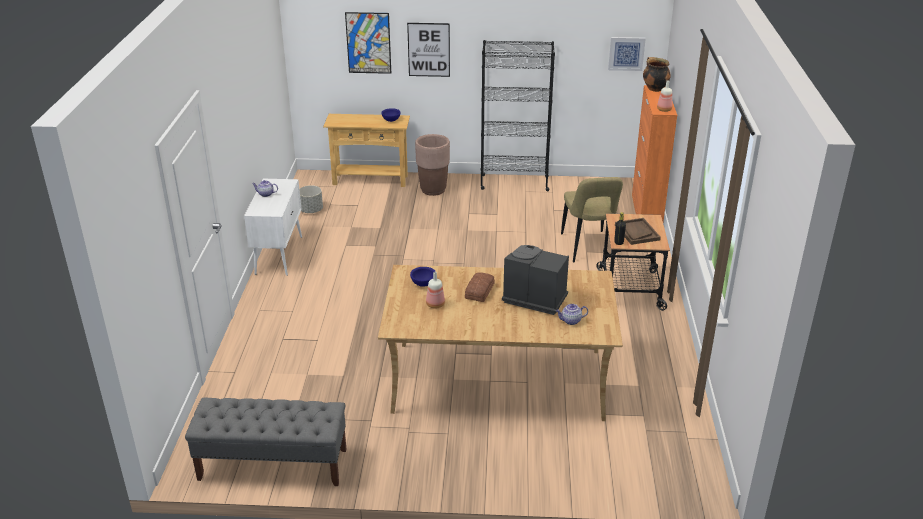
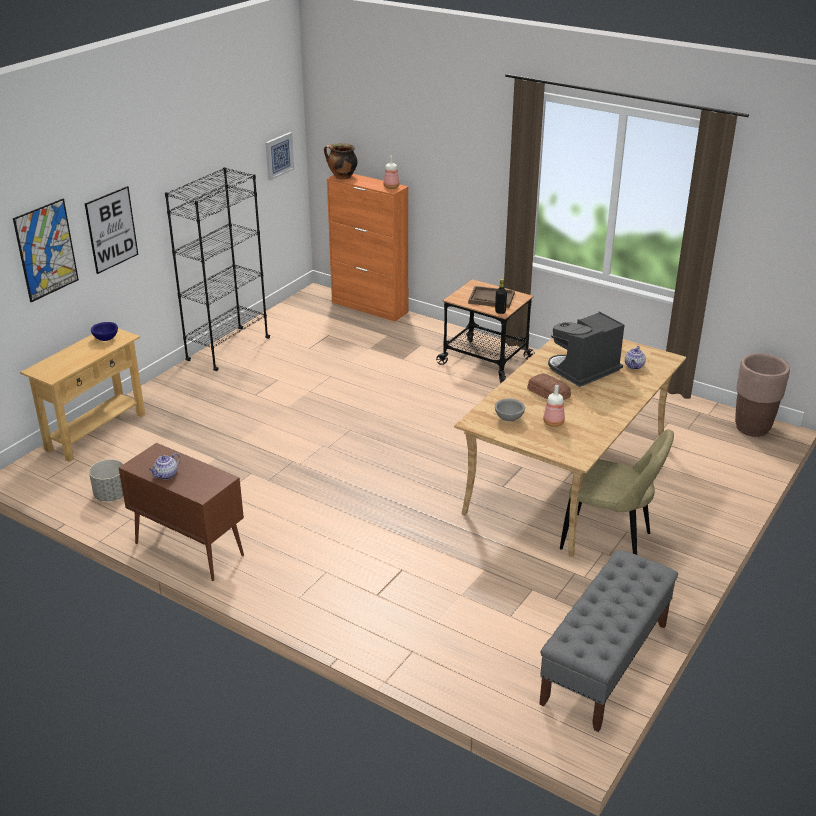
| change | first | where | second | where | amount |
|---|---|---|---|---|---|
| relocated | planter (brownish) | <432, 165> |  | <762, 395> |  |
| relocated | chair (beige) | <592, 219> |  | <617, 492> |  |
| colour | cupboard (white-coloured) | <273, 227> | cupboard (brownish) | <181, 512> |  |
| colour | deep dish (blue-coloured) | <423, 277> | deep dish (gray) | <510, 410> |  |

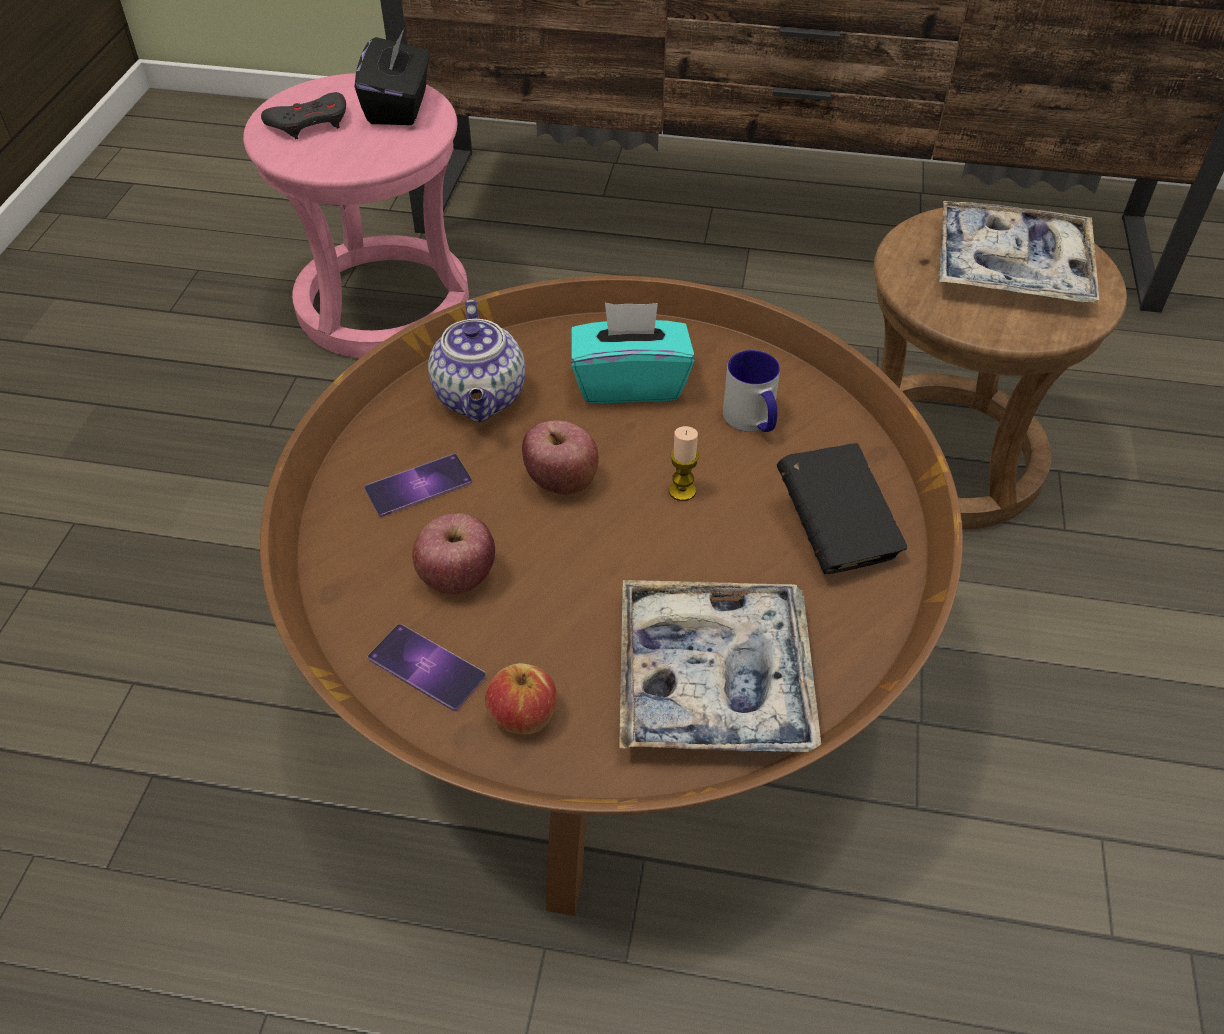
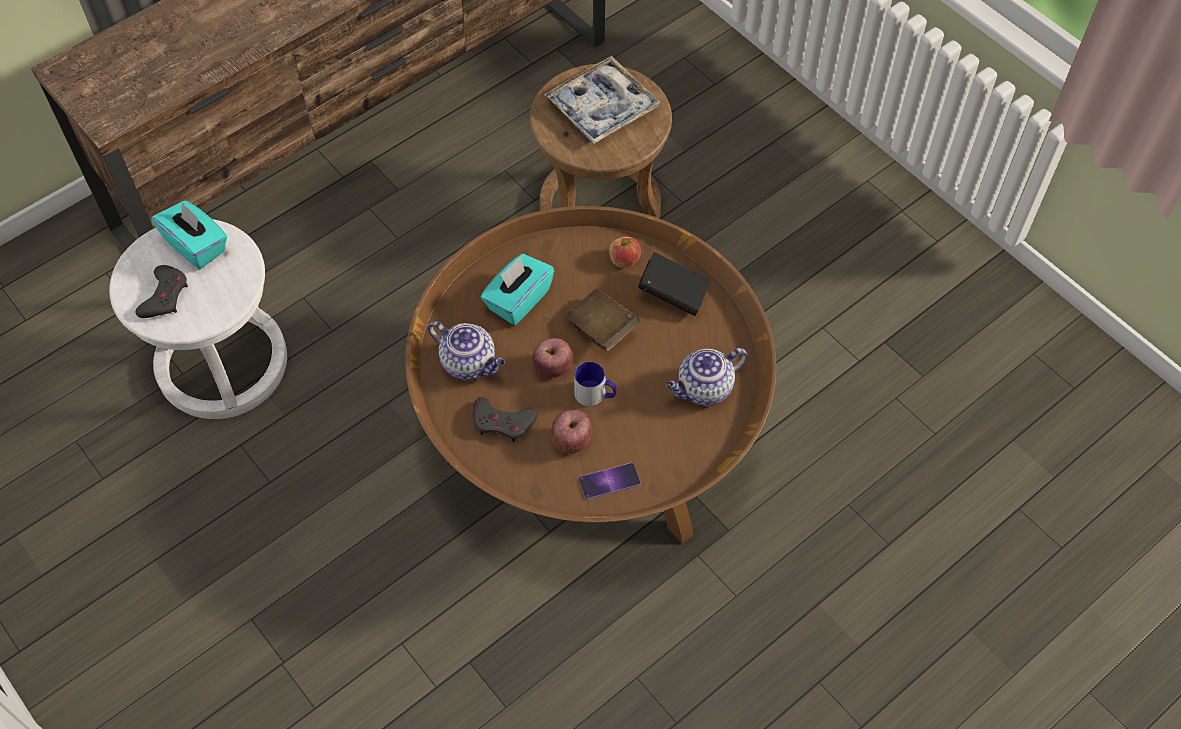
| change | first | where | second | where | amount |
|---|---|---|---|---|---|
| relocated | apple fruit | <521, 698> |  | <625, 252> |  |
| relocated | coffee mug | <751, 391> |  | <595, 384> |  |
| exchanged | telephone | <418, 485> | game controller (gray) | <505, 419> |  |
| exchanged | carrying tray | <720, 666> | teapot | <707, 377> |  |
| exchanged | wax candle | <684, 463> | bound book (brownish) | <602, 320> |  |
| colour | stool seat (pinkish) | <356, 215> | stool seat (white-coloured) | <198, 319> |  |
| colour | tissue holder (black-coloured) | <392, 77> | tissue holder (blue-green) | <189, 234> |  |

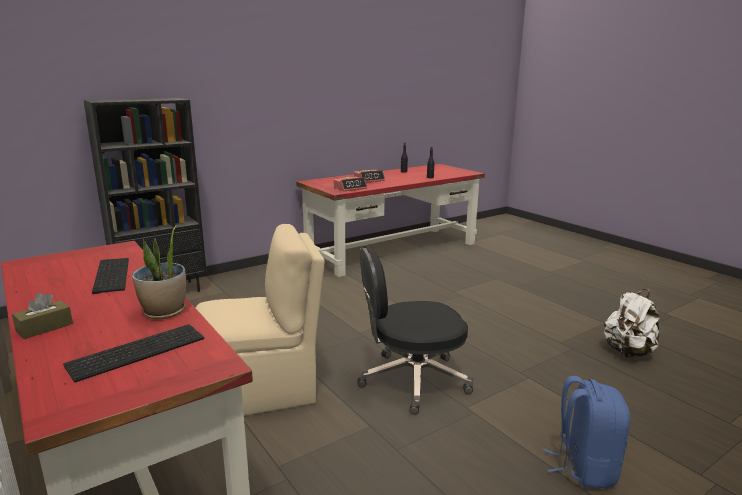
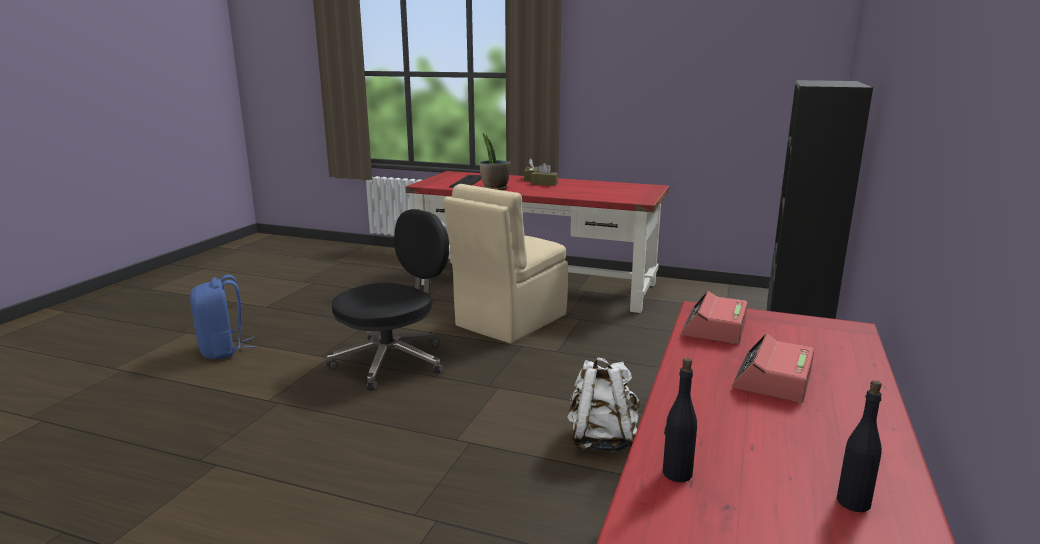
| change | first | where | second | where | amount |
|---|---|---|---|---|---|
| missing | keyboard | <110, 276> |  |  |  |
| appeared |  |  | tissue holder (brownish) | <544, 174> |  |
| relocated | rucksack (white-coloured) | <631, 323> |  | <603, 404> |  |

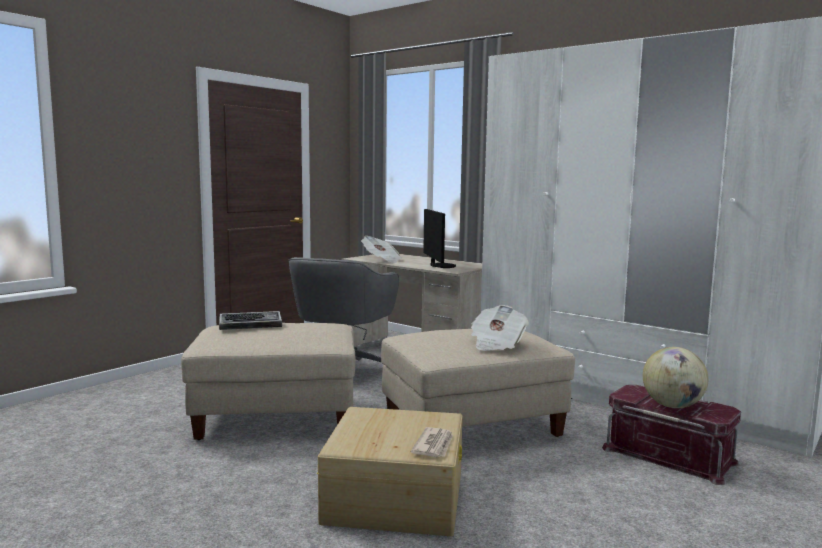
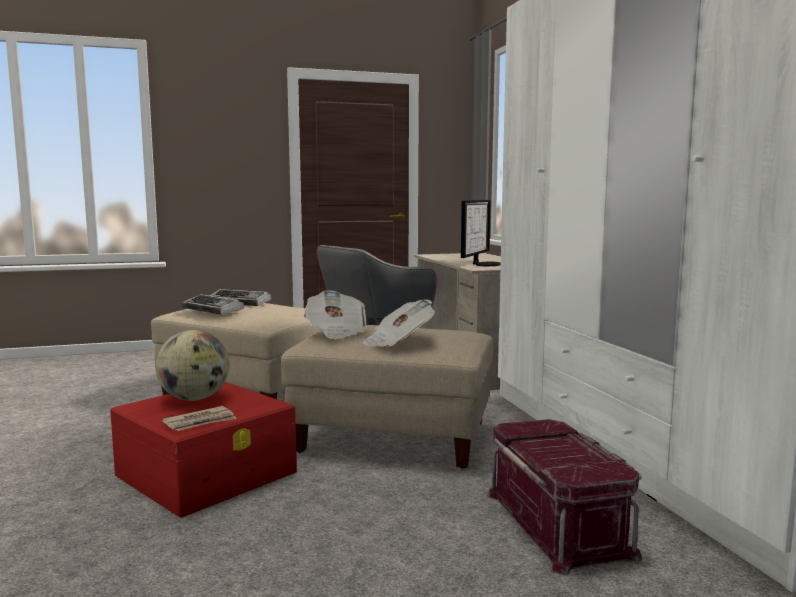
| change | first | where | second | where | amount |
|---|---|---|---|---|---|
| appeared |  |  | keyboard | <213, 304> |  |
| relocated | daily paper | <381, 249> |  | <335, 315> |  |
| relocated | globe | <675, 377> |  | <192, 365> |  |
| colour | storage container (beige) | <390, 471> | storage container (red) | <203, 449> |  |

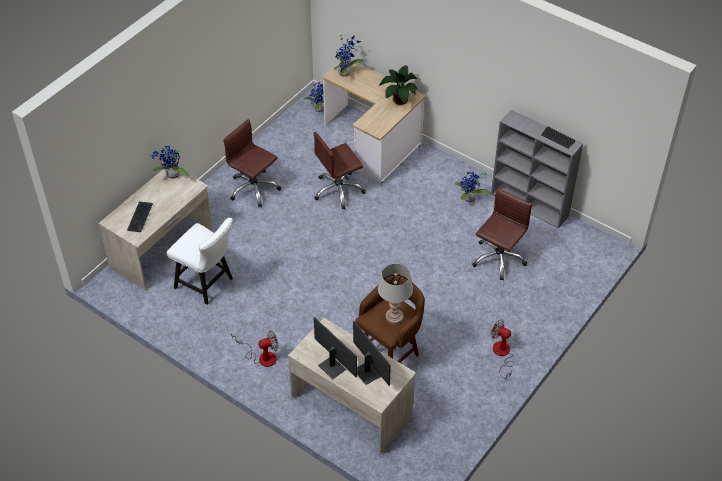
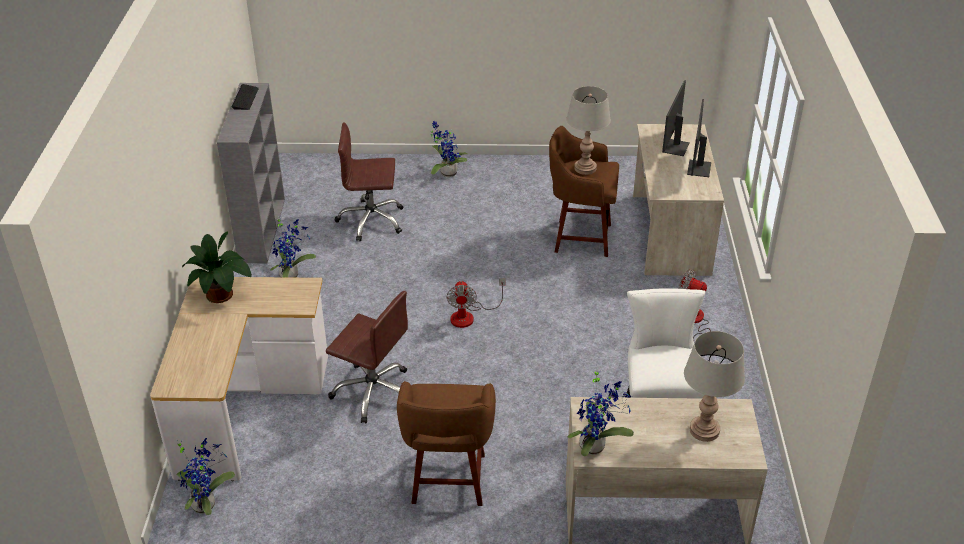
| change | first | where | second | where | amount |
|---|---|---|---|---|---|
| relocated | houseplant | <349, 55> |  | <449, 149> |  |
| relocated | cooling fan | <502, 349> |  | <475, 303> |  |
| exchanged | keyboard | <140, 216> | tabletop lamp (gray) | <714, 386> |  |
| exchanged | office chair (brownish) | <252, 163> | stool seat (brownish) | <446, 443> |  |

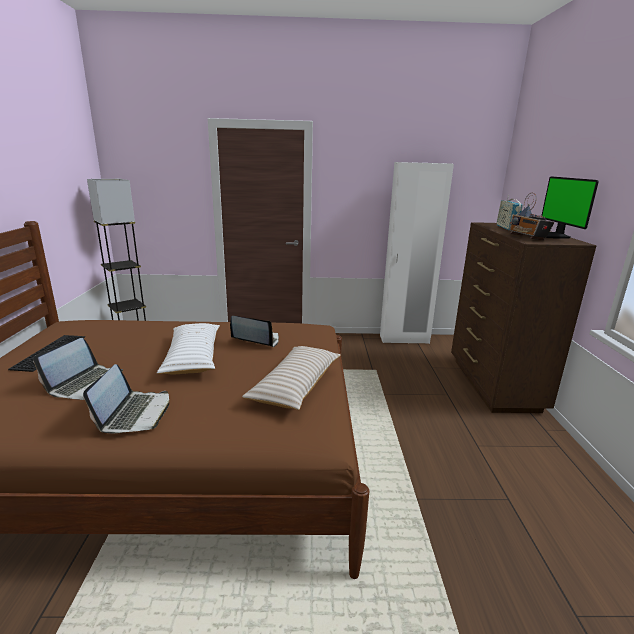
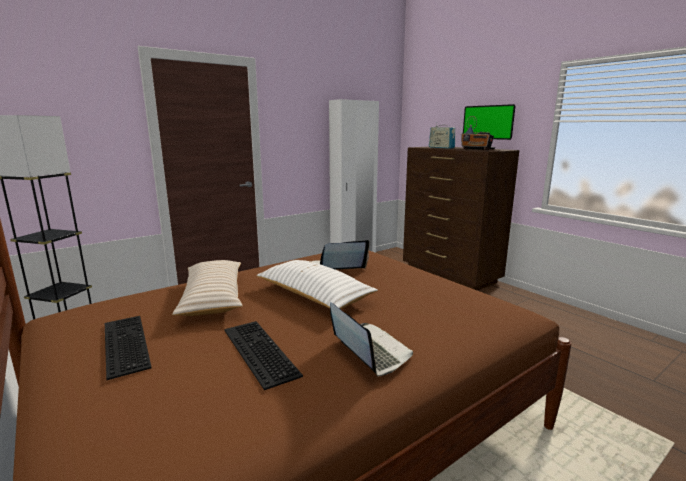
| change | first | where | second | where | amount |
|---|---|---|---|---|---|
| relocated | cushion (beige) | <291, 378> |  | <207, 288> |  |
| exchanged | notebook computer | <78, 369> | keyboard | <263, 355> |  |

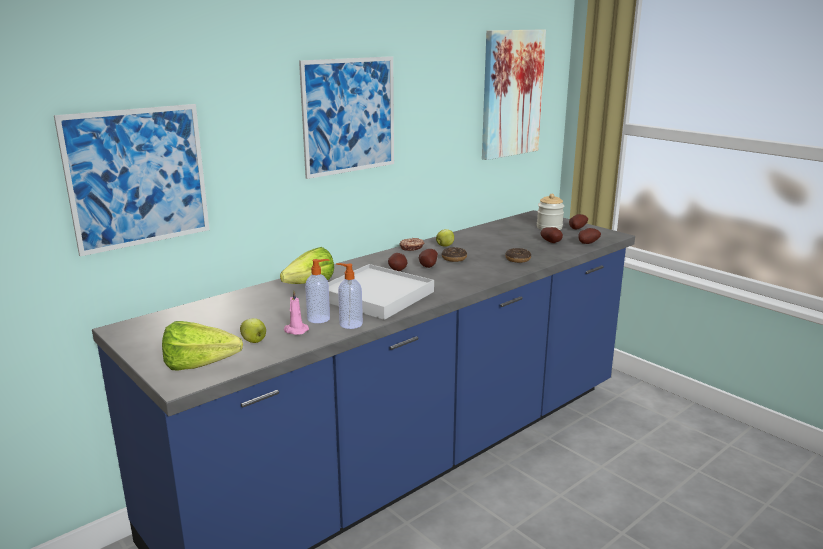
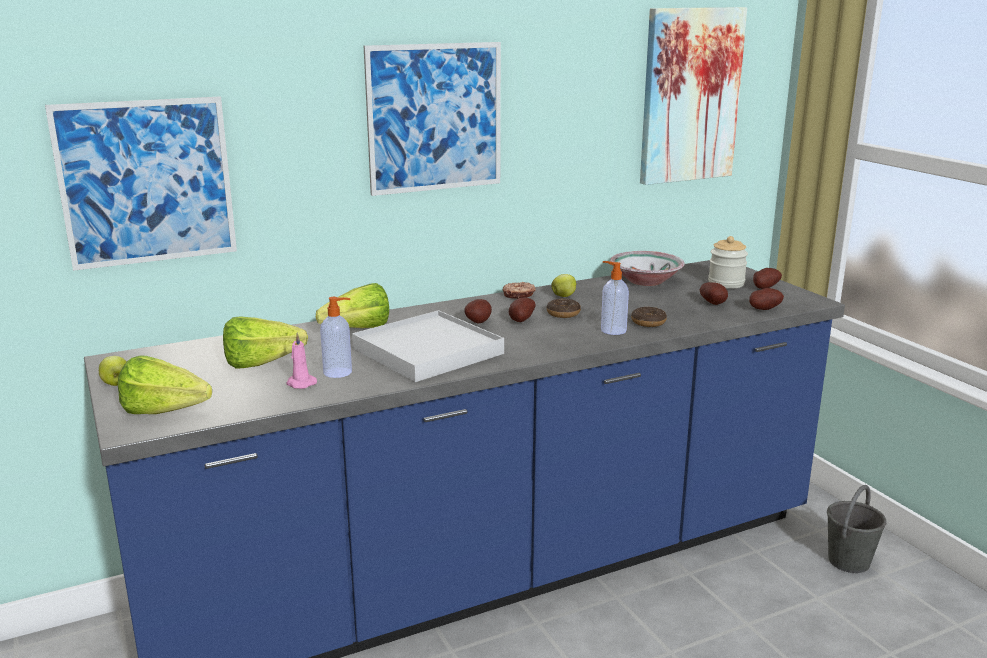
| change | first | where | second | where | amount |
|---|---|---|---|---|---|
| appeared |  |  | lettuce | <265, 342> |  |
| appeared |  |  | deep dish | <647, 268> |  |
| appeared |  |  | pail (gray) | <857, 529> |  |
| relocated | apple fruit | <253, 330> |  | <113, 371> |  |
| relocated | liquid soap bottle | <349, 296> |  | <615, 298> |  |

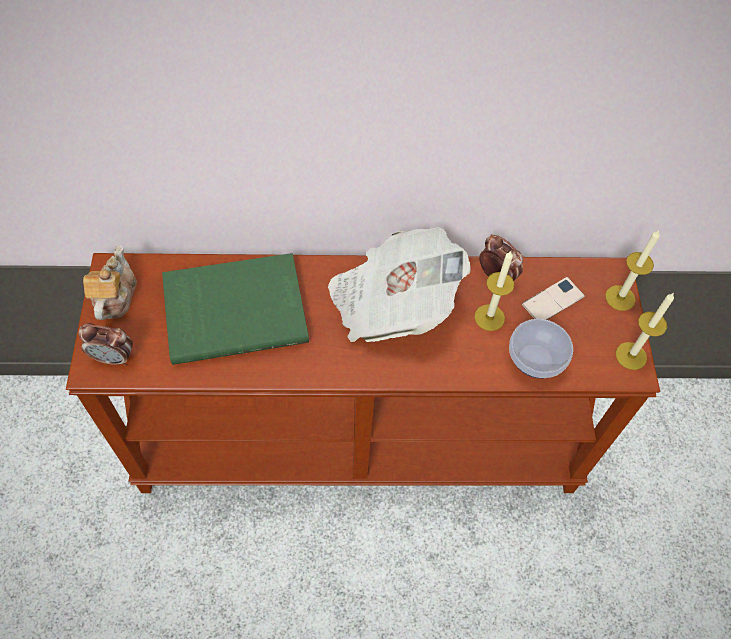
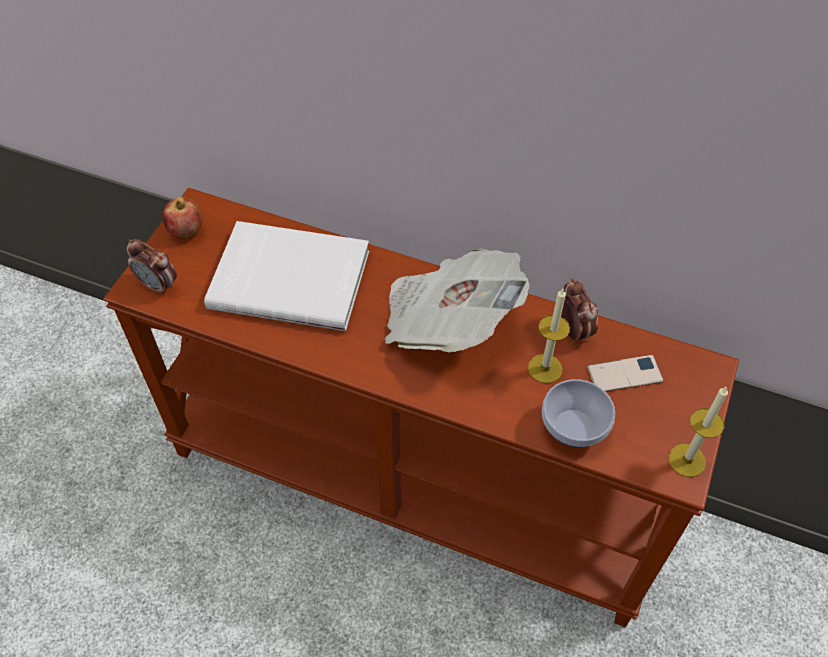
| change | first | where | second | where | amount |
|---|---|---|---|---|---|
| missing | wax candle | <632, 270> |  |  |  |
| exchanged | teapot | <110, 282> | apple fruit | <182, 218> |  |
| colour | bound book (greenish) | <235, 309> | bound book (white-coloured) | <286, 276> |  |

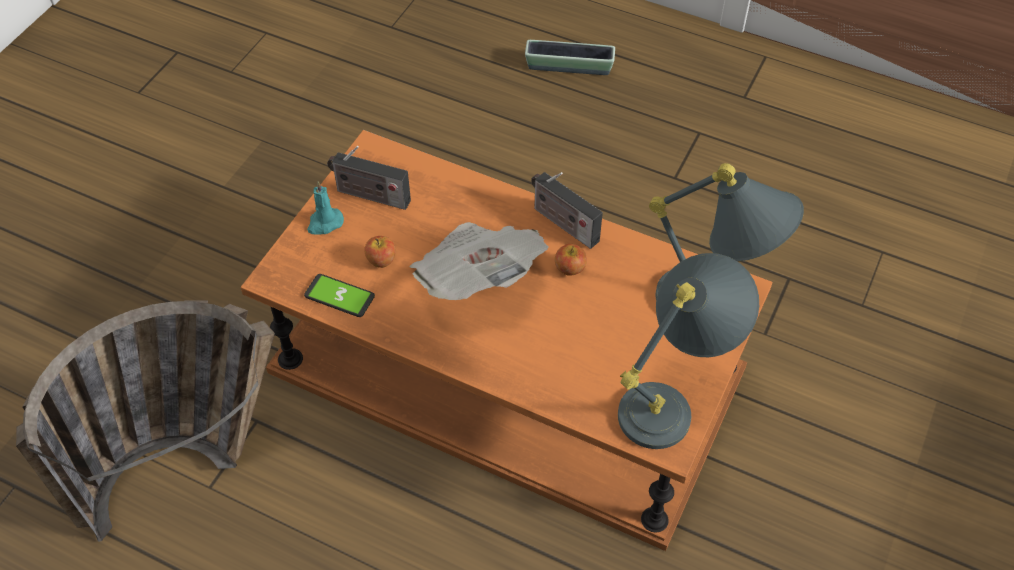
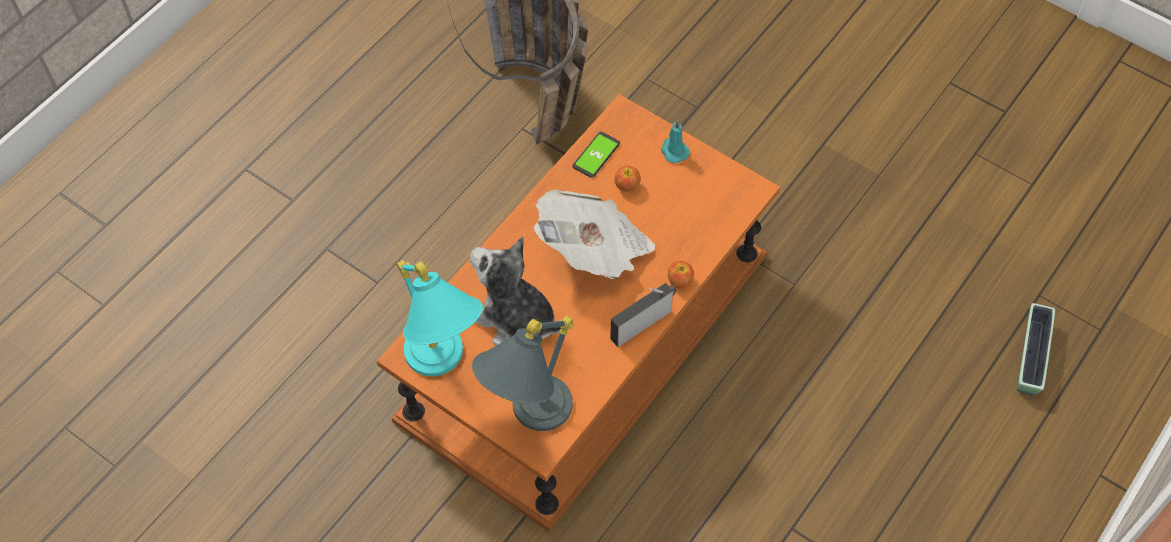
| change | first | where | second | where | amount |
|---|---|---|---|---|---|
| missing | radio set | <369, 178> |  |  |  |
| appeared |  |  | plush toy | <515, 290> |  |
| relocated | planter | <570, 57> |  | <1036, 349> |  |
| relocated | apple fruit | <571, 260> |  | <681, 275> |  |
| colour | tabletop lamp (gray) | <688, 351> | tabletop lamp (blue-green) | <439, 318> |  |

